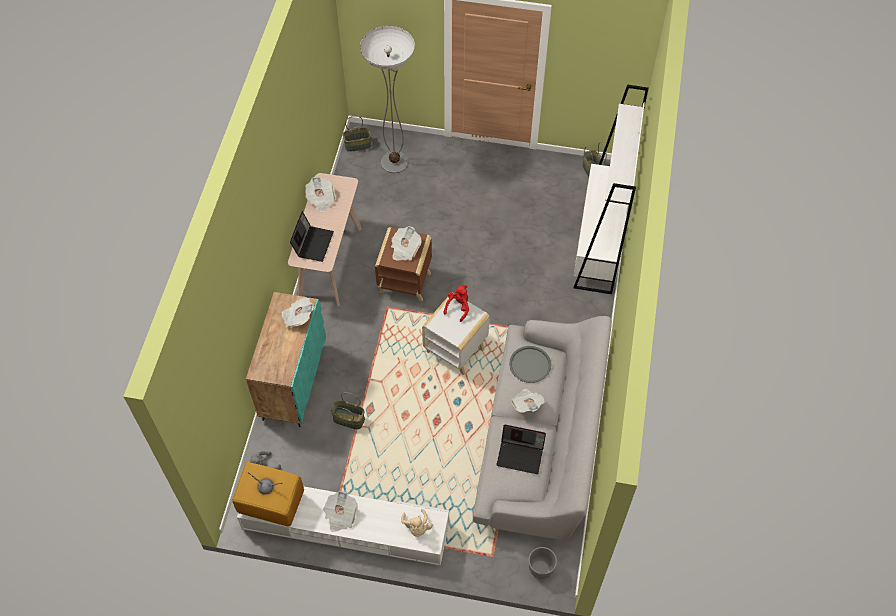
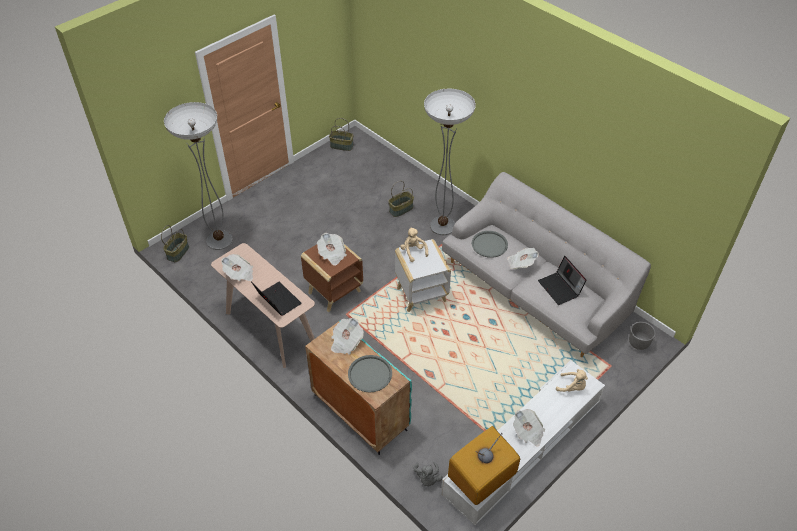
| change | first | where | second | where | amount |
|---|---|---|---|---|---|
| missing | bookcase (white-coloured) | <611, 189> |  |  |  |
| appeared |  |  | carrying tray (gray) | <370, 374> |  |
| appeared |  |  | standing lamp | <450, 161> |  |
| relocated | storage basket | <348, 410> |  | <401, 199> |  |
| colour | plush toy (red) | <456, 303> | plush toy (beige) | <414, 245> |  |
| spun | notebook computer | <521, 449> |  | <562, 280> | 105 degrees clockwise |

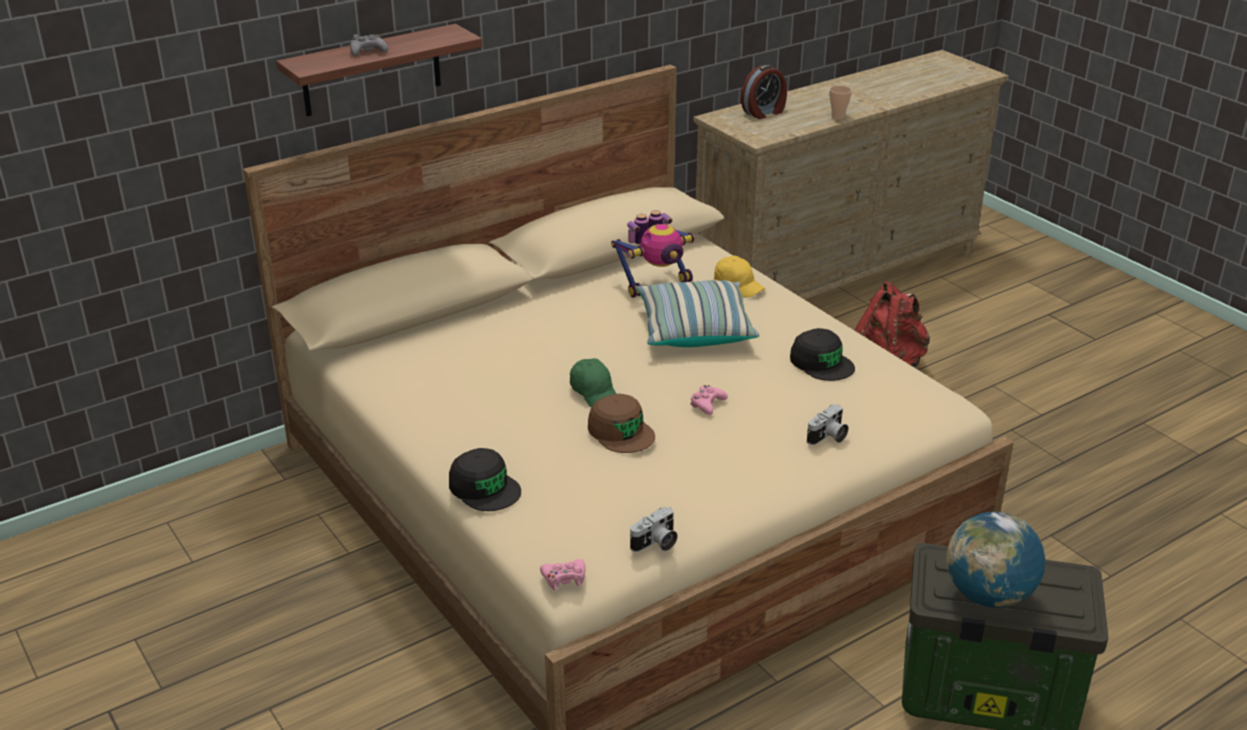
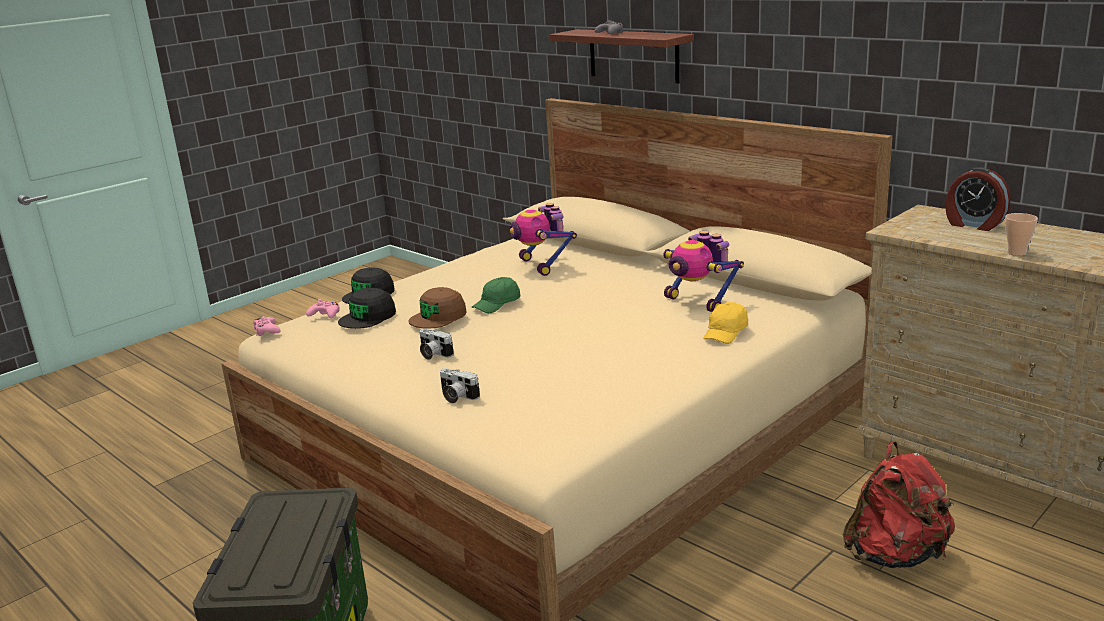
| change | first | where | second | where | amount |
|---|---|---|---|---|---|
| missing | cushion | <698, 313> |  |  |  |
| missing | globe | <995, 560> |  |  |  |
| appeared |  |  | model robot | <543, 239> |  |
| relocated | still camera | <654, 529> |  | <437, 344> |  |
| relocated | game controller (pinkish) | <709, 400> |  | <323, 309> |  |
| relocated | cap (black-coloured) | <822, 354> |  | <367, 308> |  |

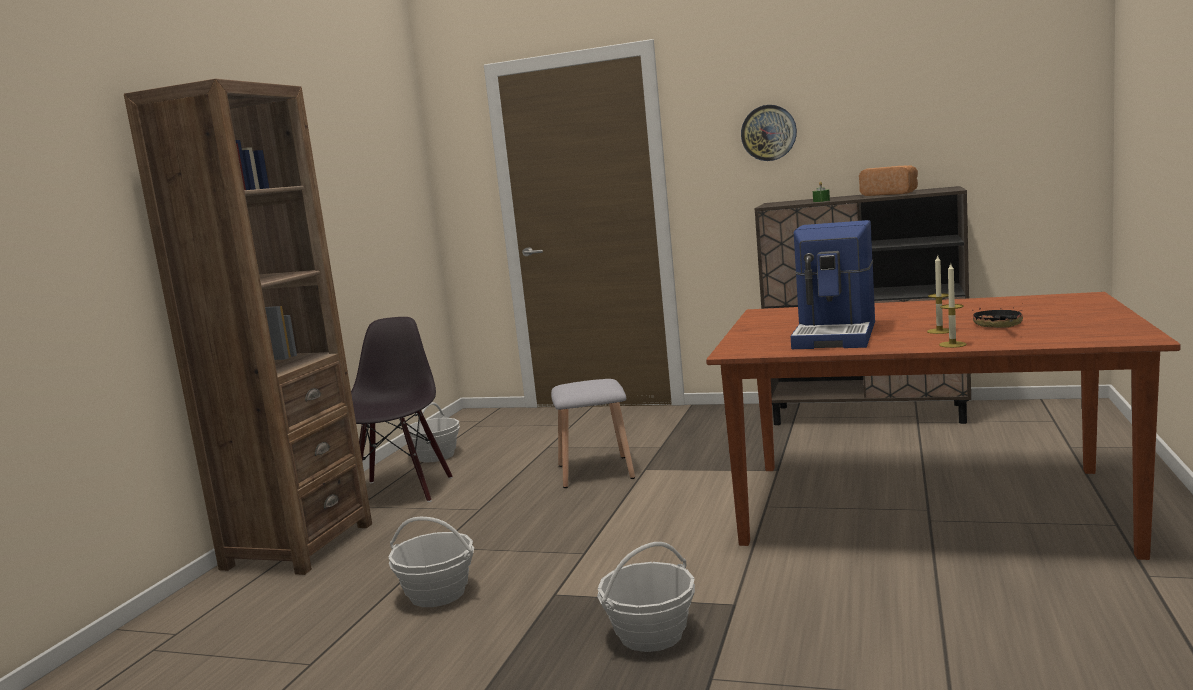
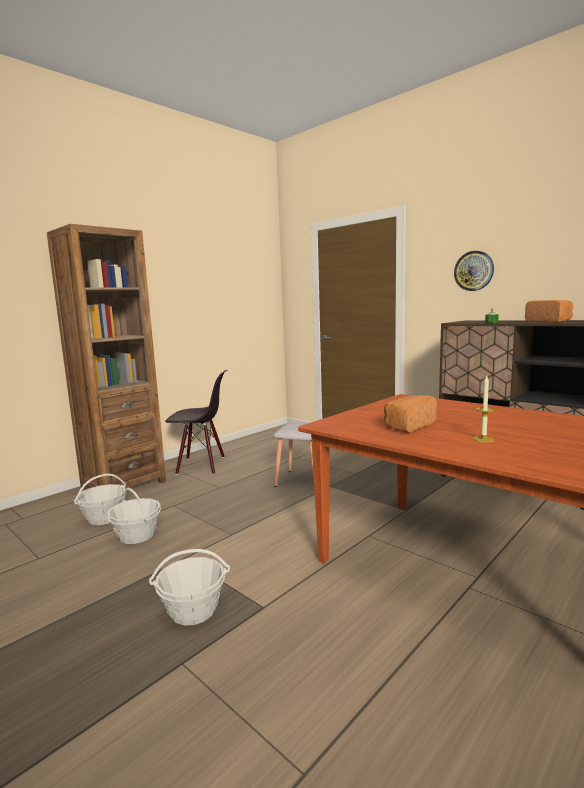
| change | first | where | second | where | amount |
|---|---|---|---|---|---|
| missing | wax candle | <953, 305> |  |  |  |
| missing | pan | <998, 315> |  |  |  |
| relocated | storage basket | <432, 432> |  | <100, 499> |  |
| exchanged | coffee brewer | <833, 284> | bread | <410, 414> |  |
| spun | chair (black-coloured) | <402, 409> |  | <196, 422> | 60 degrees clockwise |

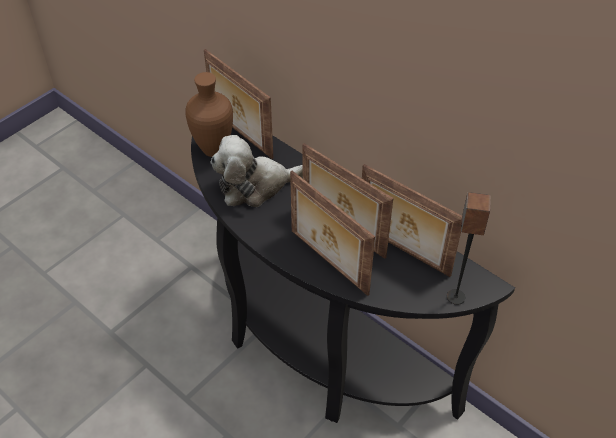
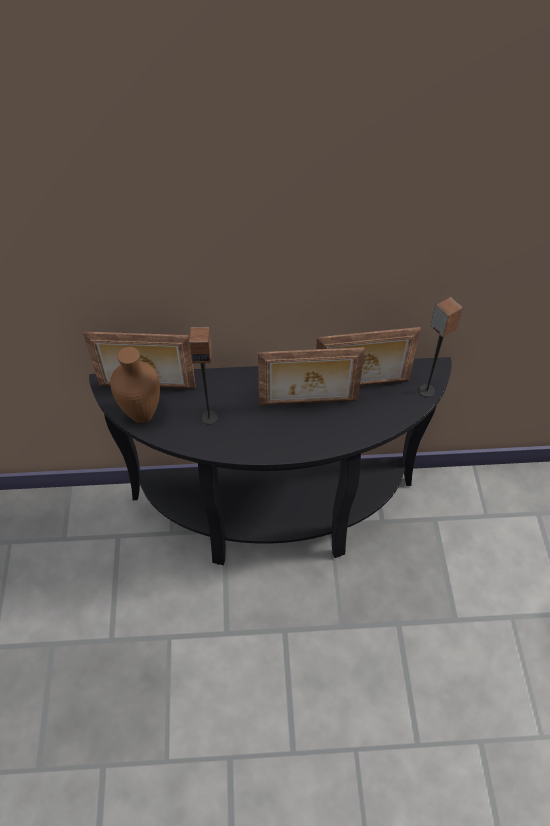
| change | first | where | second | where | amount |
|---|---|---|---|---|---|
| missing | standing frame | <332, 233> |  |  |  |
| exchanged | plush toy | <256, 171> | speaker | <203, 376> |  |

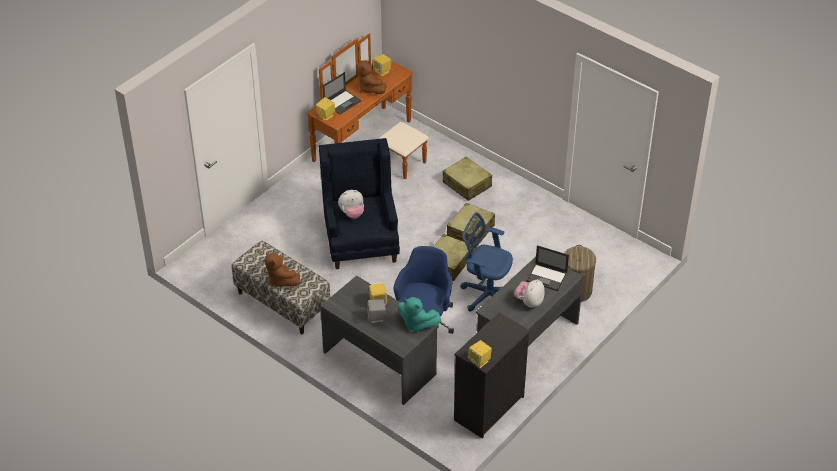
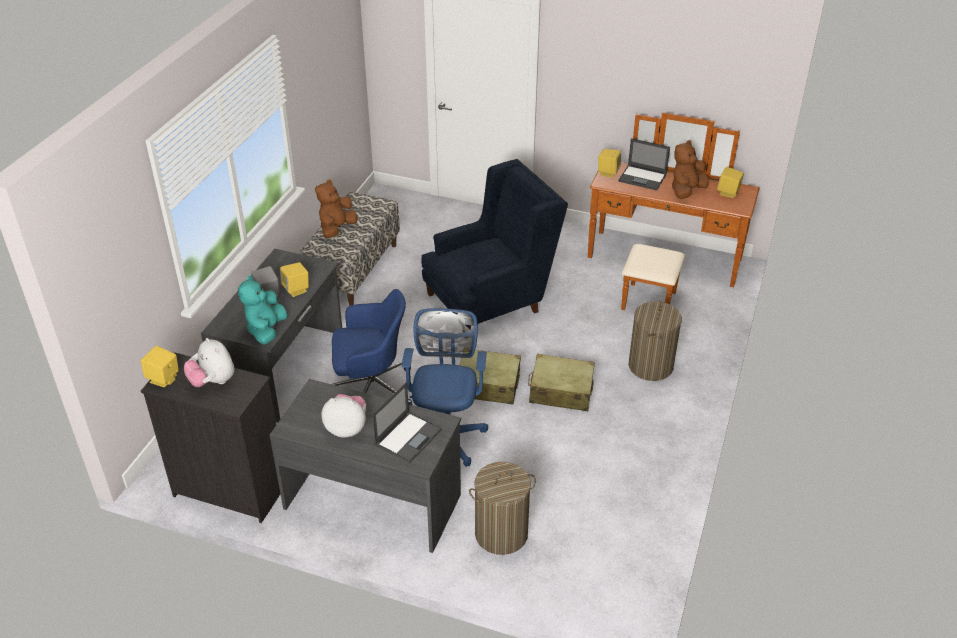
| change | first | where | second | where | amount |
|---|---|---|---|---|---|
| relocated | plush toy | <351, 204> |  | <209, 362> |  |
| exchanged | piece of luggage (beige) | <467, 179> | hamper | <655, 341> |  |
| spun | notebook computer | <548, 268> |  | <407, 422> | 150 degrees counterclockwise |

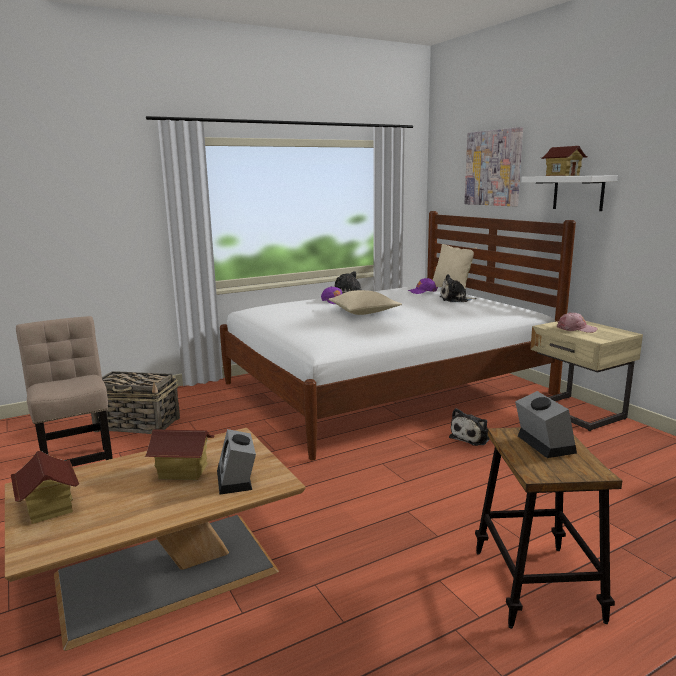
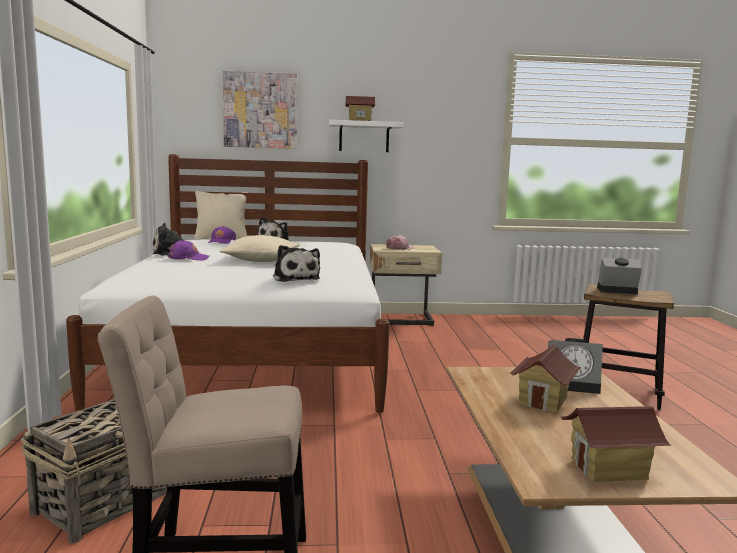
| change | first | where | second | where | amount |
|---|---|---|---|---|---|
| relocated | plush toy | <469, 427> |  | <296, 263> |  |

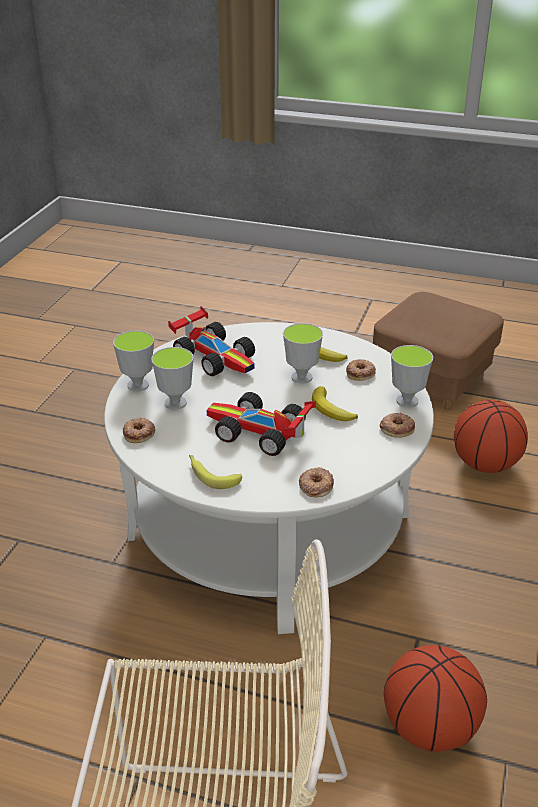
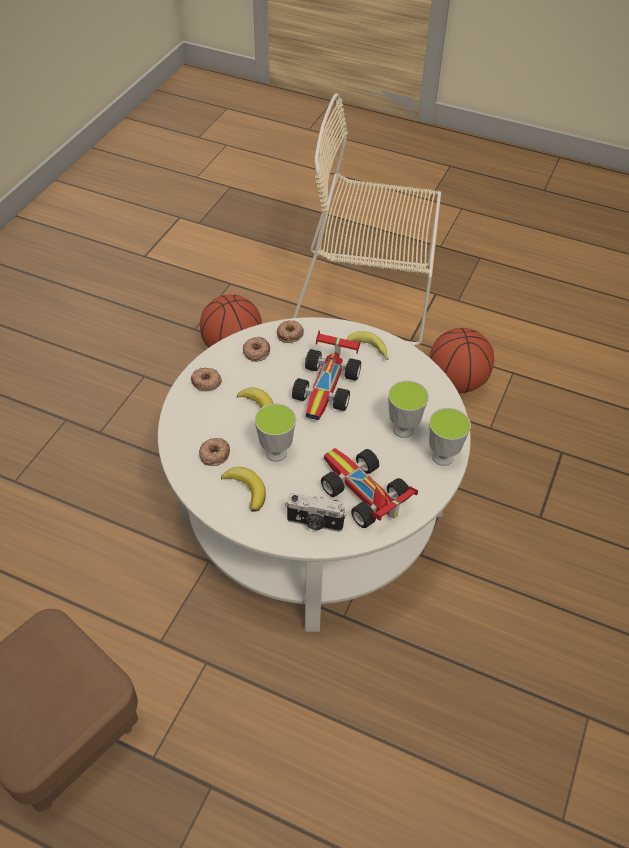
| change | first | where | second | where | amount |
|---|---|---|---|---|---|
| missing | cup | <412, 376> |  |  |  |
| appeared |  |  | still camera | <316, 512> |  |
| relocated | ring doughnut | <139, 430> |  | <256, 349> |  |
| relocated | basketball ball | <491, 436> |  | <461, 360> |  |
| spun | toy car | <261, 424> |  | <326, 375> | 75 degrees clockwise |

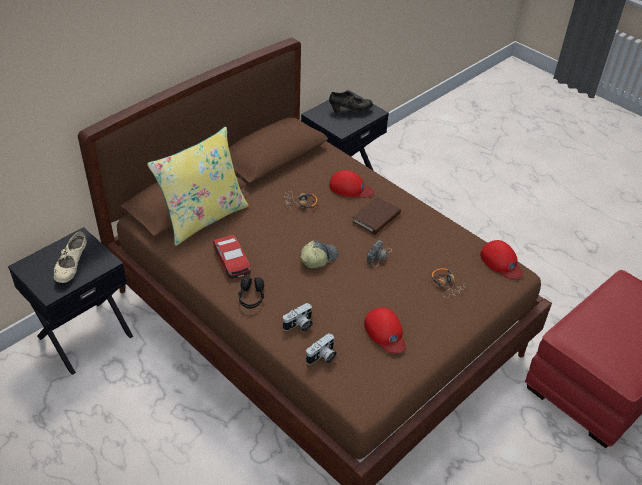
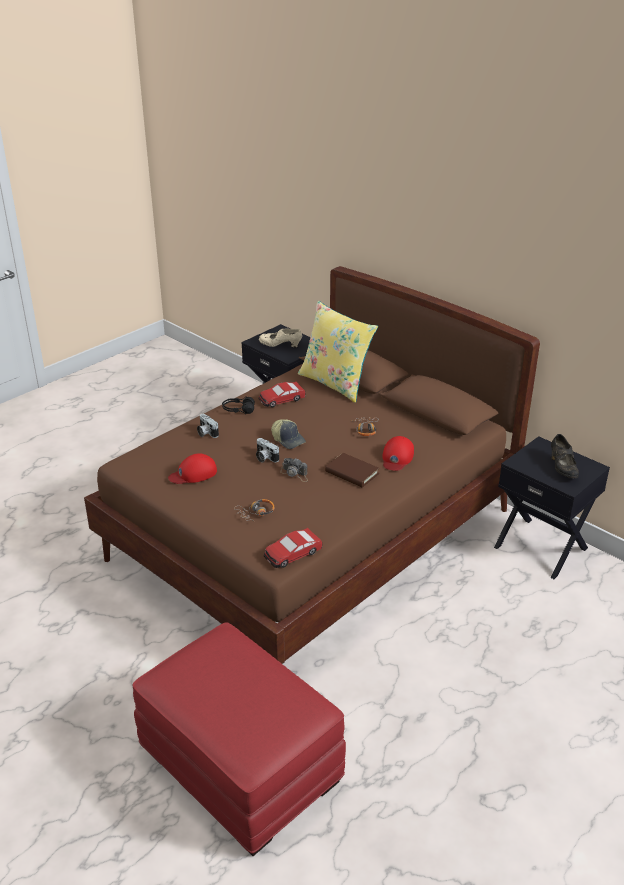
| change | first | where | second | where | amount |
|---|---|---|---|---|---|
| relocated | still camera | <321, 348> |  | <267, 450> |  |
| exchanged | cap (red) | <501, 259> | toy car | <293, 548> |  |

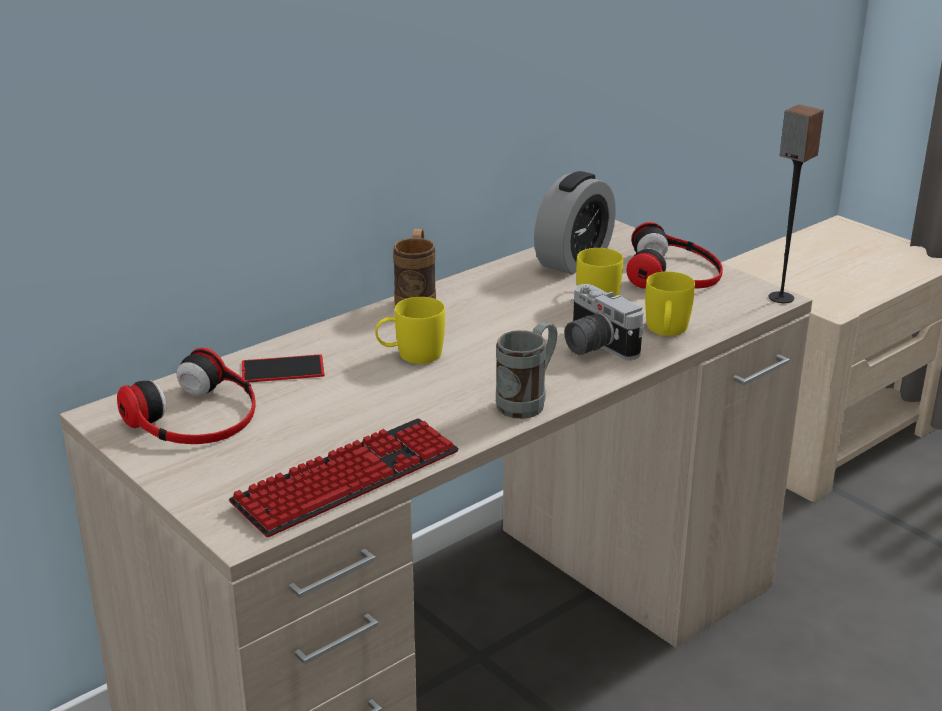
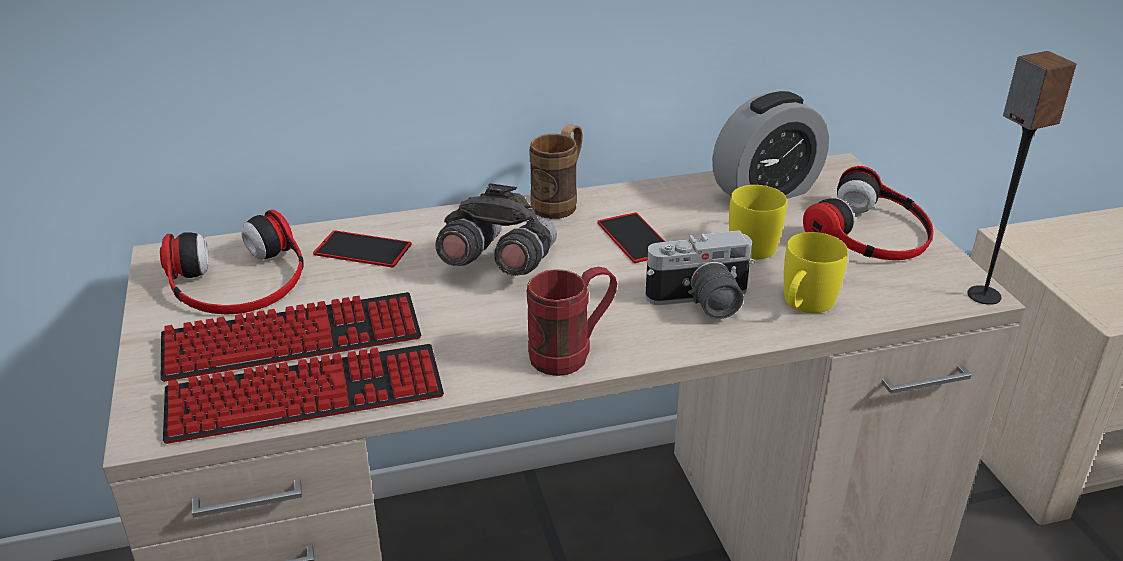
| change | first | where | second | where | amount |
|---|---|---|---|---|---|
| appeared |  |  | keyboard | <291, 337> |  |
| appeared |  |  | telephone | <631, 237> |  |
| exchanged | coffee mug (yellowish) | <410, 330> | binoculars (gray) | <496, 229> |  |
| colour | coffee mug (gray) | <526, 370> | coffee mug (red) | <572, 321> |  |
| spun | still camera | <604, 322> |  | <700, 274> | 90 degrees counterclockwise |

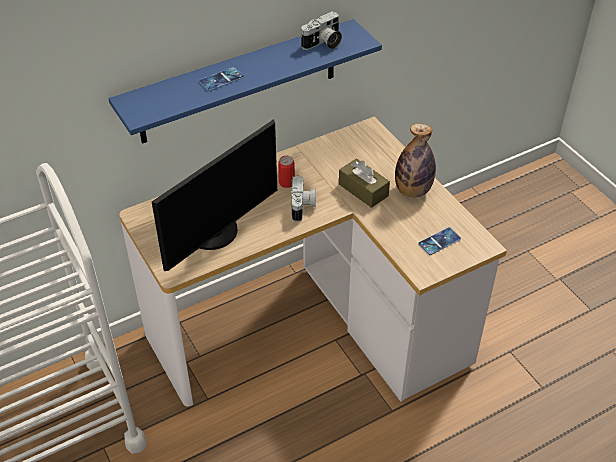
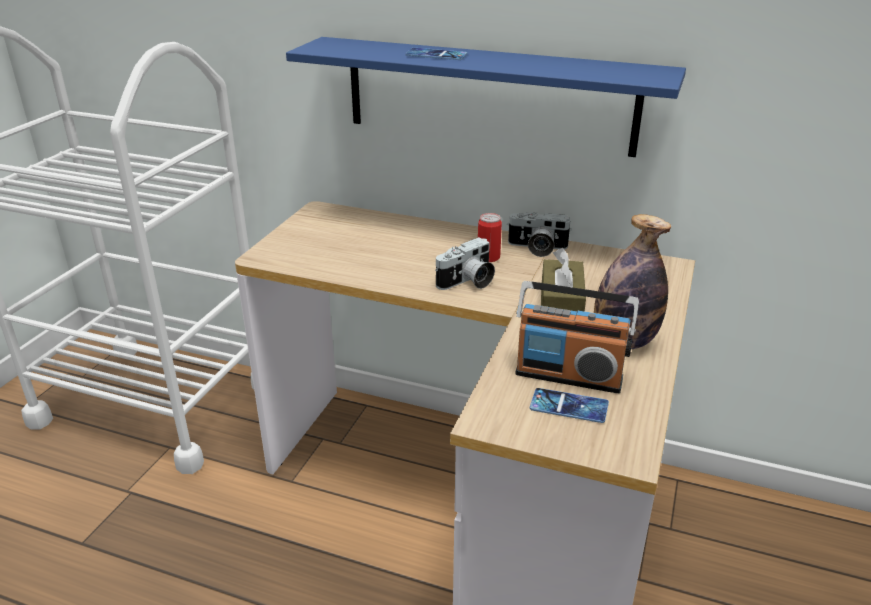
| change | first | where | second | where | amount |
|---|---|---|---|---|---|
| missing | computer display | <214, 195> |  |  |  |
| appeared |  |  | radio set | <577, 337> |  |
| relocated | still camera | <321, 30> |  | <539, 234> |  |

